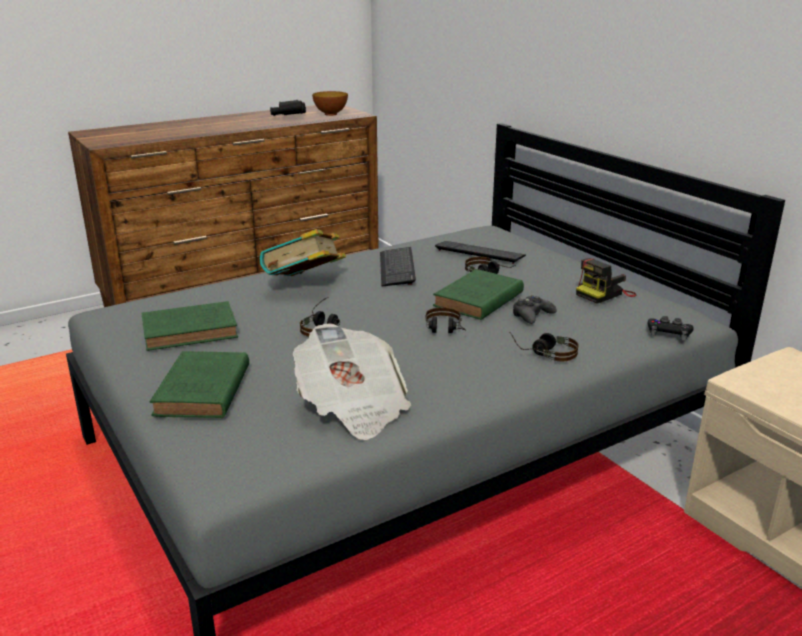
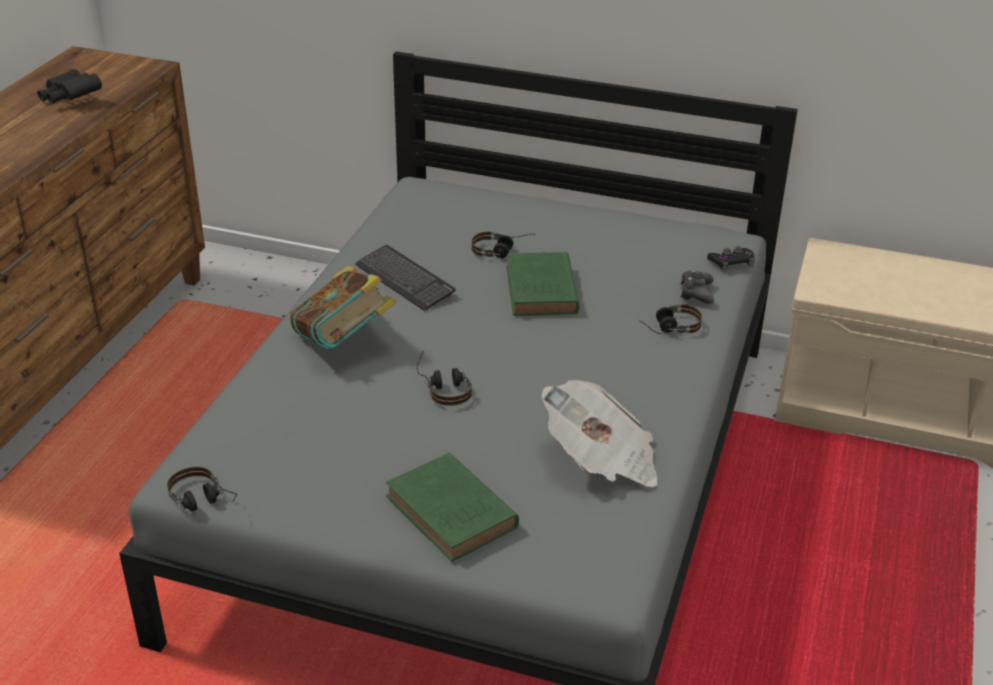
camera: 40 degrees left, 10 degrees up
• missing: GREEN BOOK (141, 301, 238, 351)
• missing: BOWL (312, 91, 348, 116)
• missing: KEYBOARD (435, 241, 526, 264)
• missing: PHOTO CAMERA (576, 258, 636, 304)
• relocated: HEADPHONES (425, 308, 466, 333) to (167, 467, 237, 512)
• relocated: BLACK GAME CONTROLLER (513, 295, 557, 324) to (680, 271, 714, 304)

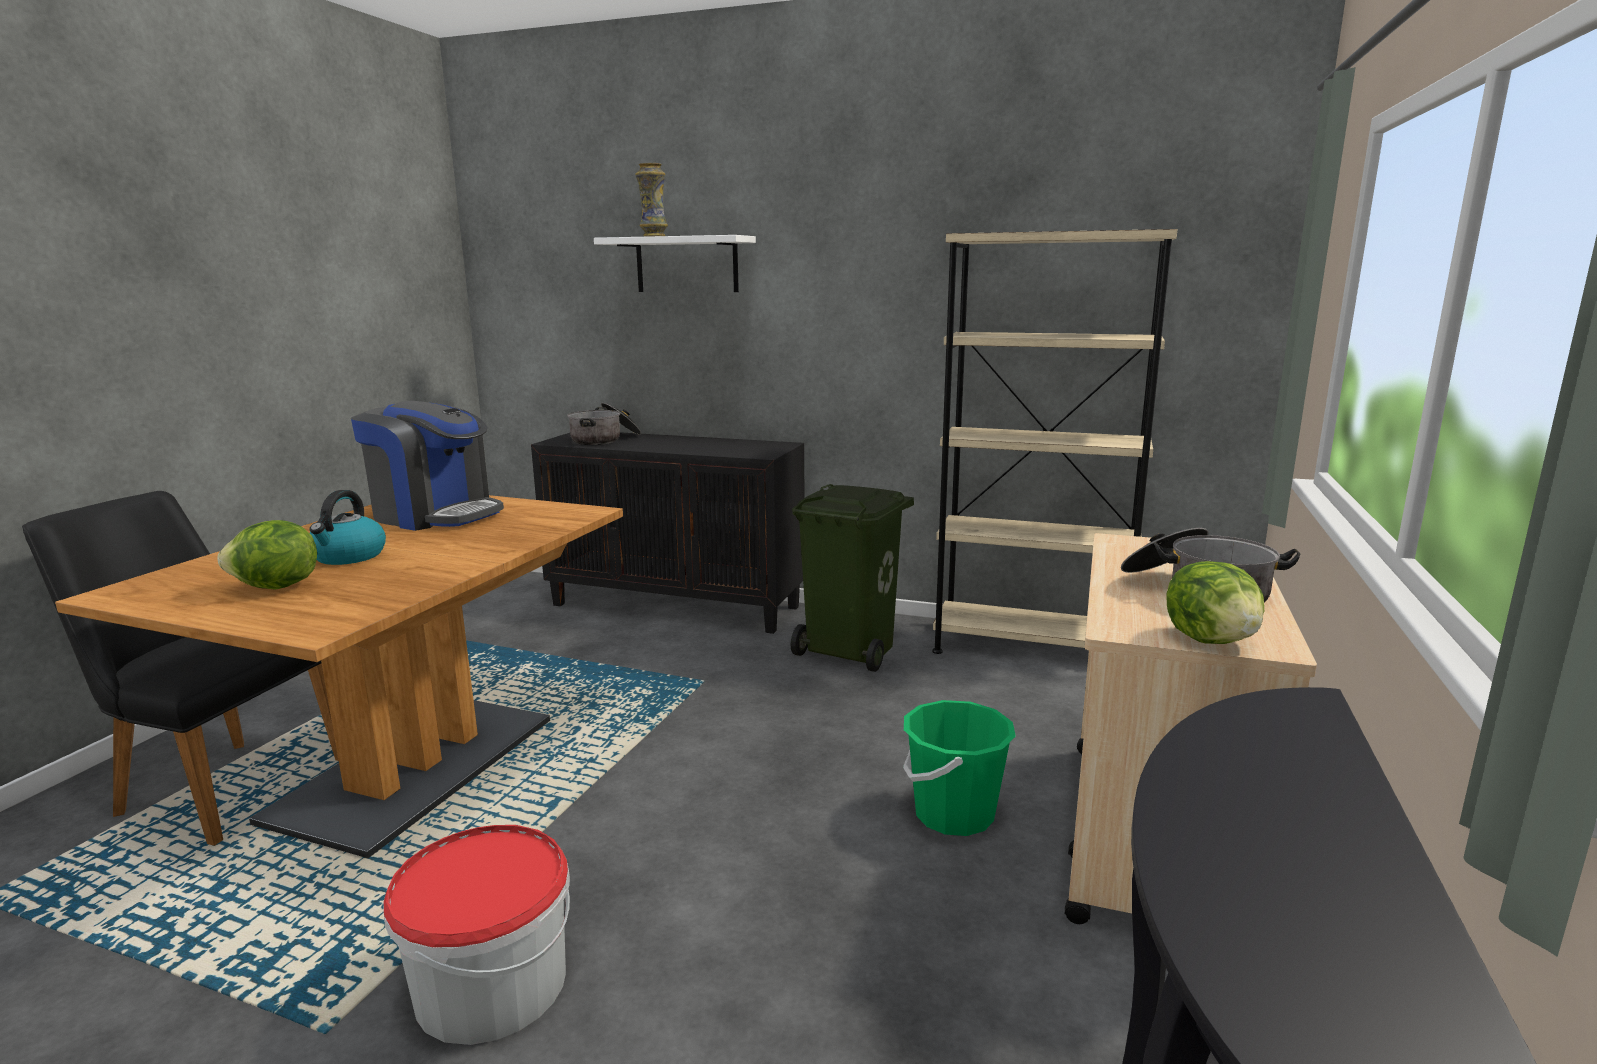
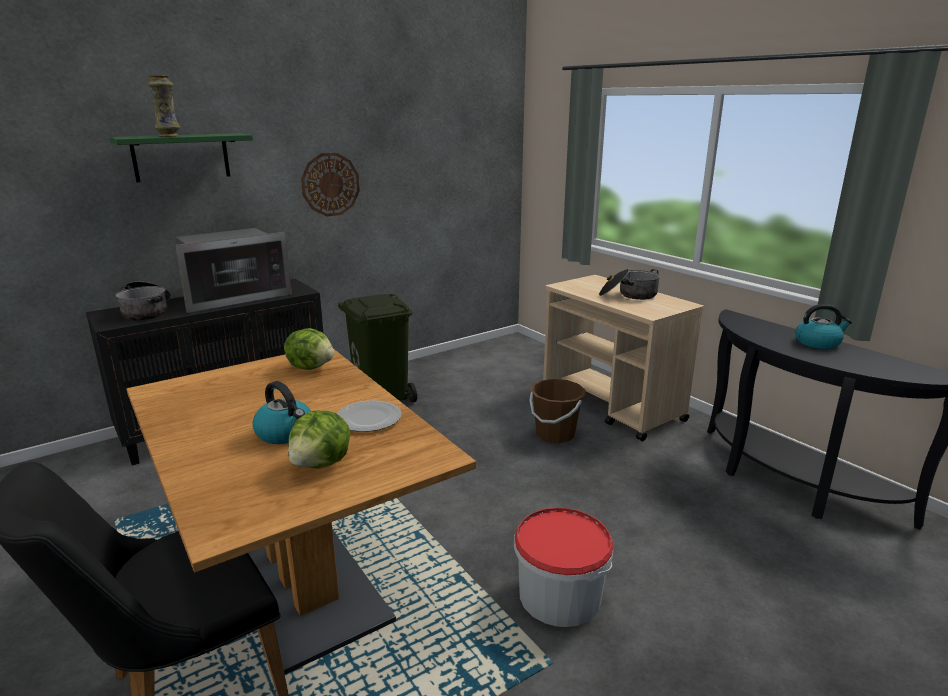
camera: 55 degrees left, 5 degrees up
• missing: COFFEE MACHINE (351, 401, 504, 531)
• missing: BEIGE BOOKCASE (932, 229, 1178, 654)
• appeared: MICROWAVE (175, 228, 292, 313)
• appeared: WALL CLOCK (301, 153, 360, 217)
• appeared: PLATE (336, 400, 401, 432)
• appeared: KETTLE (796, 304, 852, 349)
• relocated: LETTUCE (1166, 561, 1264, 644) to (284, 328, 334, 370)
• colour: WHITE SHELF (594, 235, 756, 292) to GREEN SHELF (109, 133, 253, 182)
• colour: GREEN BUCKET (903, 700, 1016, 836) to BROWN BUCKET (530, 379, 585, 443)

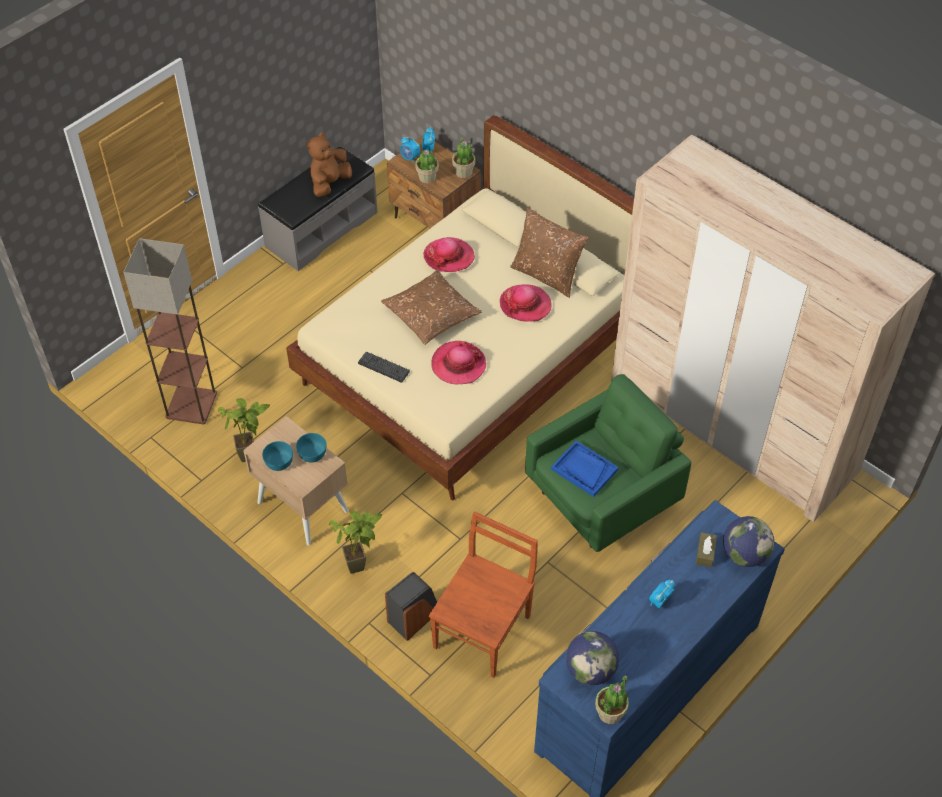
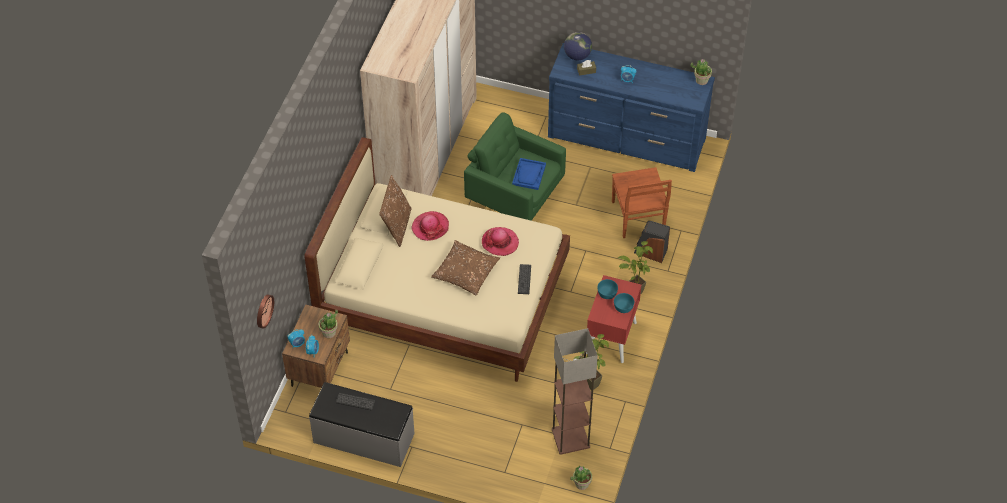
camera: 115 degrees left, 0 degrees up
• missing: HAT (423, 237, 475, 272)
• missing: GLOBE (566, 631, 619, 685)
• appeared: WALL CLOCK (257, 294, 274, 329)
• relocated: POTTED PLANT (452, 138, 475, 178) to (570, 466, 592, 490)
• exchanged: BROWN PLUSH TOY (306, 132, 352, 197) to KEYBOARD (336, 393, 375, 410)
• colour: BEIGE NIGHTSTAND (243, 416, 349, 546) to RED NIGHTSTAND (586, 275, 642, 363)
• spun: BROWN CHAIR (429, 512, 538, 678) = (612, 167, 672, 238) 105 degrees counterclockwise

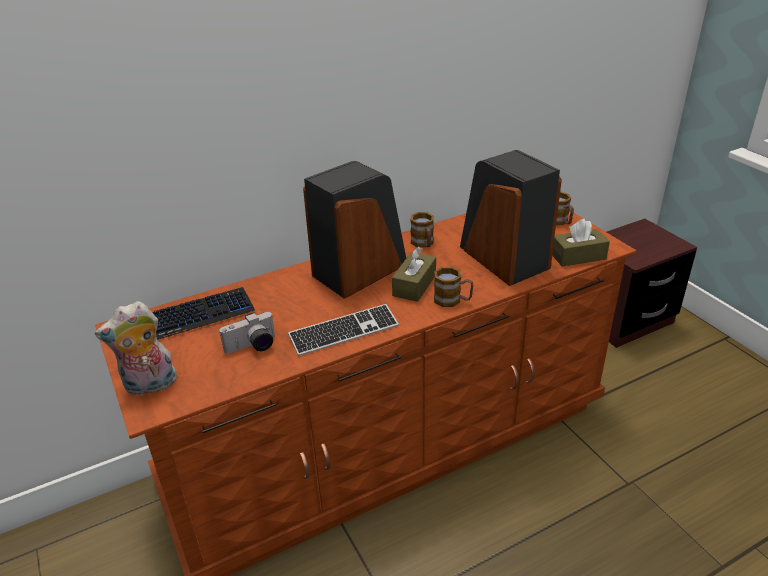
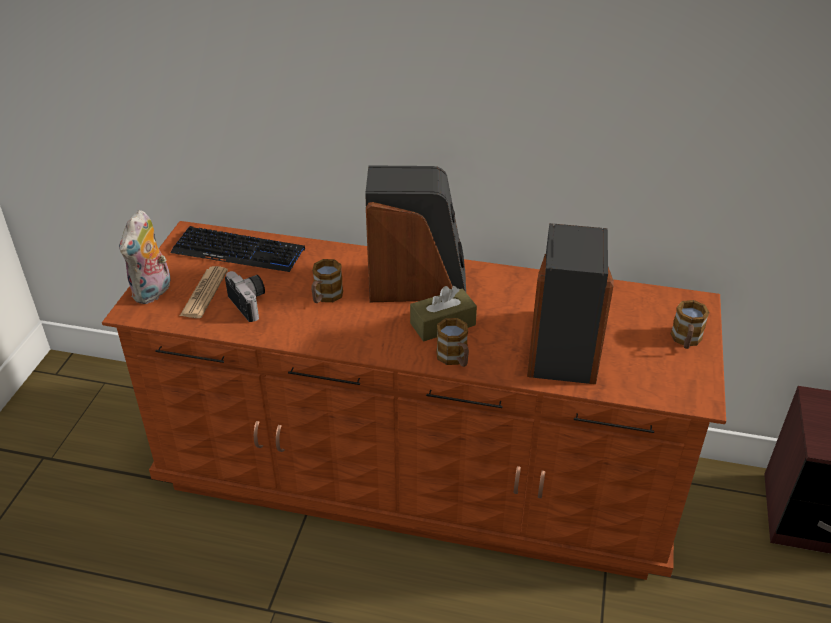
camera: 40 degrees right, 5 degrees up
• missing: KEYBOARD (288, 304, 399, 356)
• missing: BROWN TISSUE BOX (552, 219, 610, 267)
• appeared: NEWSPAPER (180, 266, 228, 318)
• relocated: MUG (410, 212, 434, 247) to (311, 259, 343, 303)
• spun: PLUSH TOY (95, 301, 177, 396) = (119, 210, 171, 304) 90 degrees counterclockwise
• spun: PHOTO CAMERA (219, 312, 275, 354) = (225, 271, 265, 322) 135 degrees counterclockwise

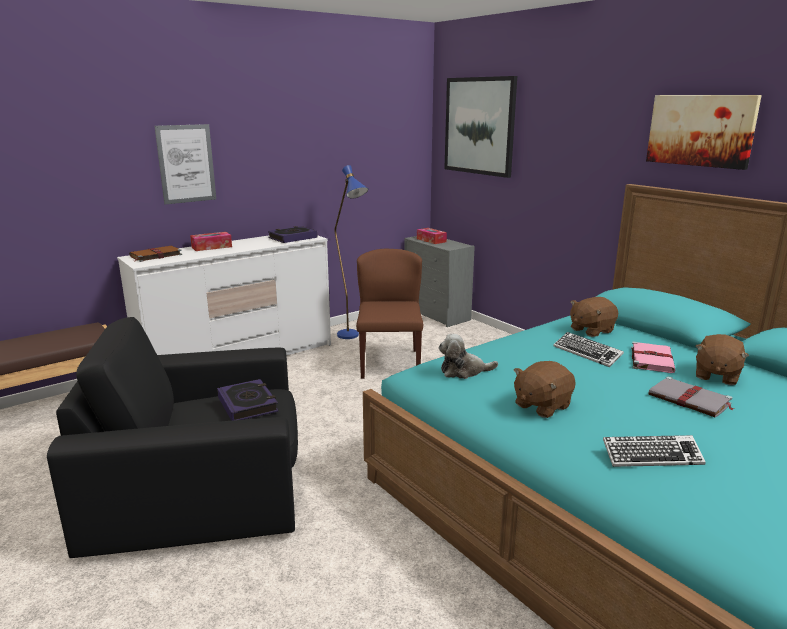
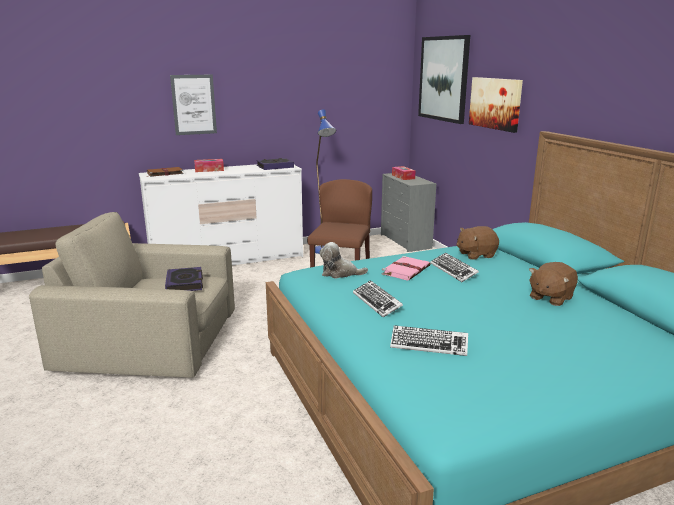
camera: 15 degrees right, 0 degrees up
• missing: GREY BOOK (649, 376, 734, 417)
• relocated: PINK BOOK (631, 341, 676, 373) to (382, 256, 430, 280)
• relocated: PICTURE (646, 95, 762, 170) to (469, 77, 523, 133)
• exchanged: BROWN PLUSH TOY (514, 361, 576, 418) to KEYBOARD (353, 280, 403, 318)
• colour: BLACK ARMCHAIR (47, 317, 298, 558) to BEIGE ARMCHAIR (29, 212, 235, 378)

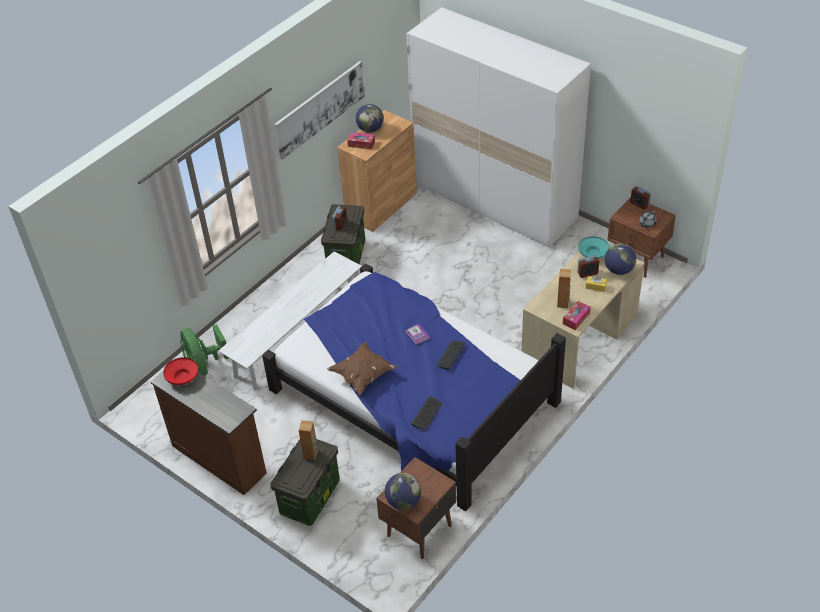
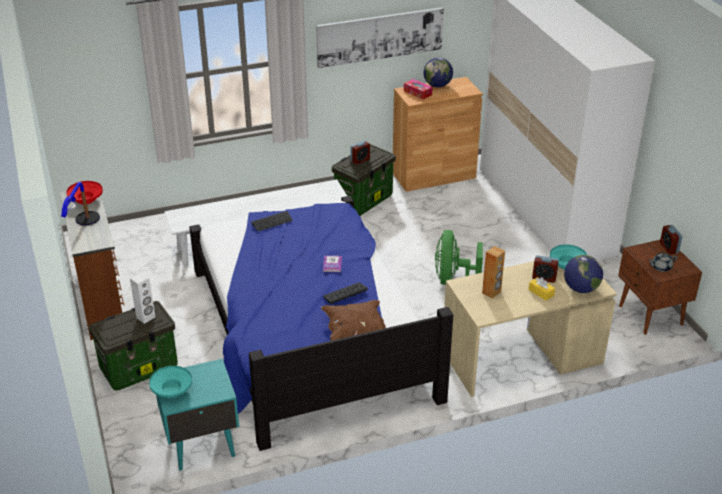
camera: 30 degrees right, 10 degrees down
• missing: TISSUE BOX (563, 301, 591, 330)
• appeared: TABLE LAMP (61, 182, 100, 226)
• relocated: GREEN FAN (180, 324, 228, 376) to (435, 230, 483, 285)
• relocated: BROWN PILLOW (327, 342, 397, 395) to (321, 300, 386, 341)
• relocated: KEYBOARD (411, 396, 443, 431) to (251, 211, 293, 231)
• exchanged: GLOBE (385, 473, 421, 510) to TURQUOISE BOWL (149, 366, 192, 397)
• colour: BROWN SPEAKER (299, 420, 318, 460) to WHITE SPEAKER (130, 273, 155, 324)
• colour: BROWN NIGHTSTAND (376, 457, 456, 559) to TURQUOISE NIGHTSTAND (156, 359, 239, 471)

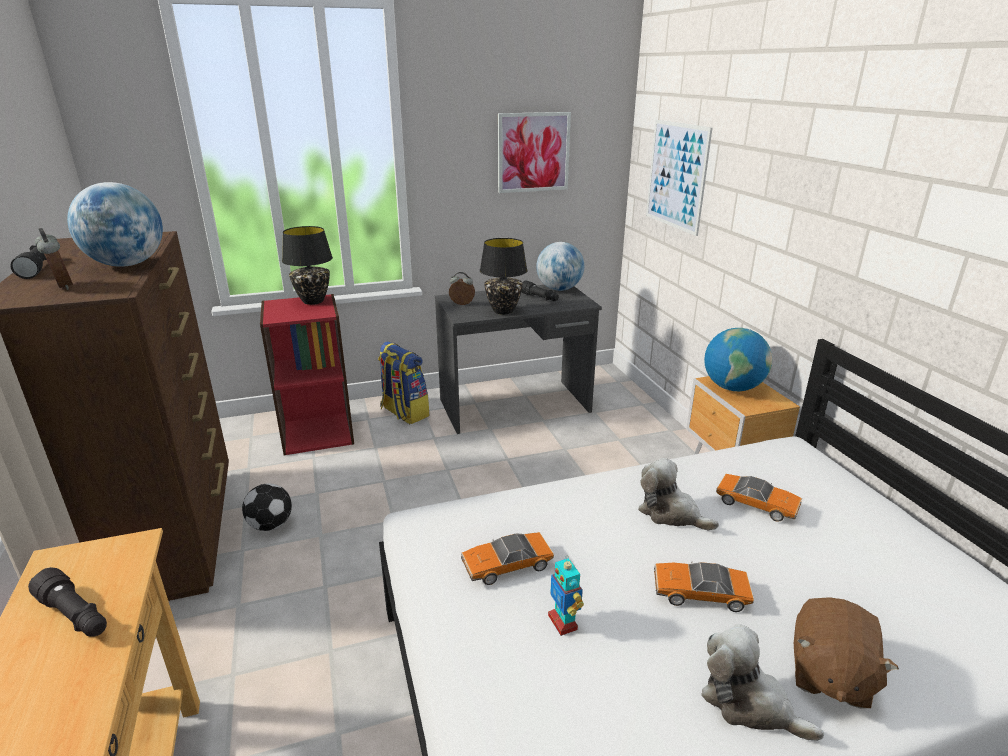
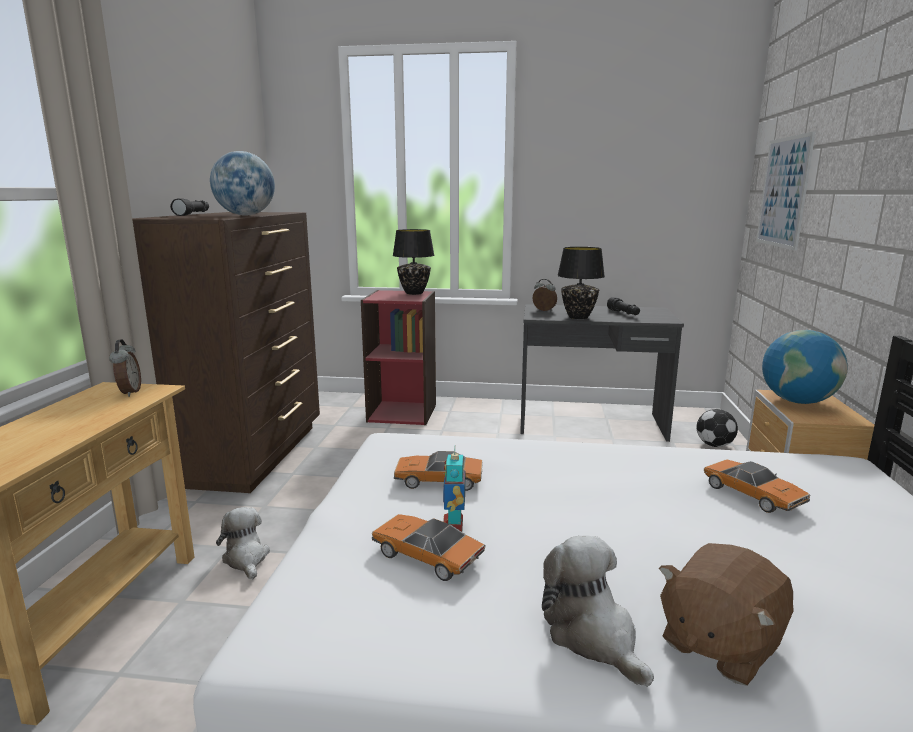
camera: 25 degrees right, 10 degrees down
• missing: BLACK FLASHLIGHT (28, 567, 107, 637)
• missing: BACKPACK (378, 341, 430, 424)
• missing: PICTURE (498, 112, 571, 193)
• missing: GLOBE (536, 242, 584, 291)
• relocated: ALARM CLOCK (35, 228, 73, 290) to (109, 339, 141, 397)
• relocated: FOOTBALL (242, 483, 292, 531) to (697, 409, 738, 447)
• relocated: PLUSH TOY (638, 458, 719, 530) to (216, 507, 270, 579)
• relocated: TOY CAR (654, 562, 754, 612) to (372, 514, 486, 581)

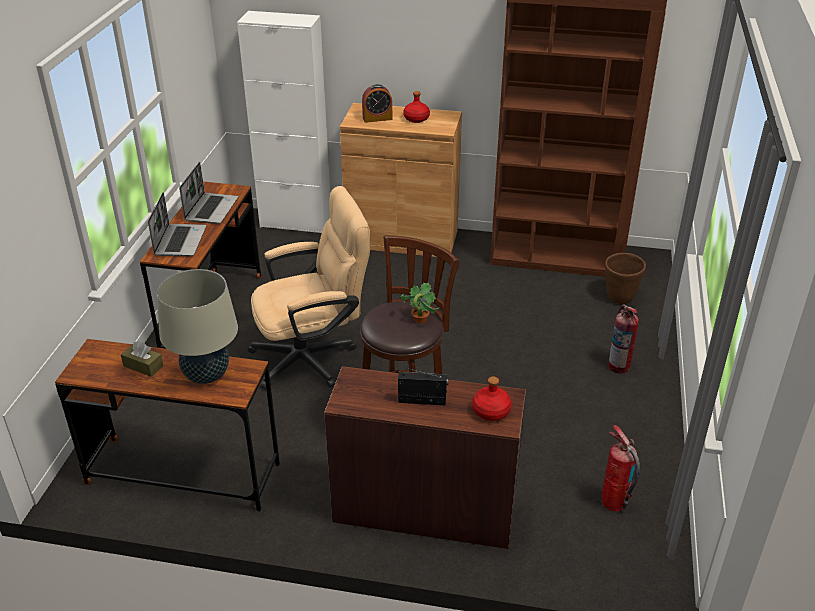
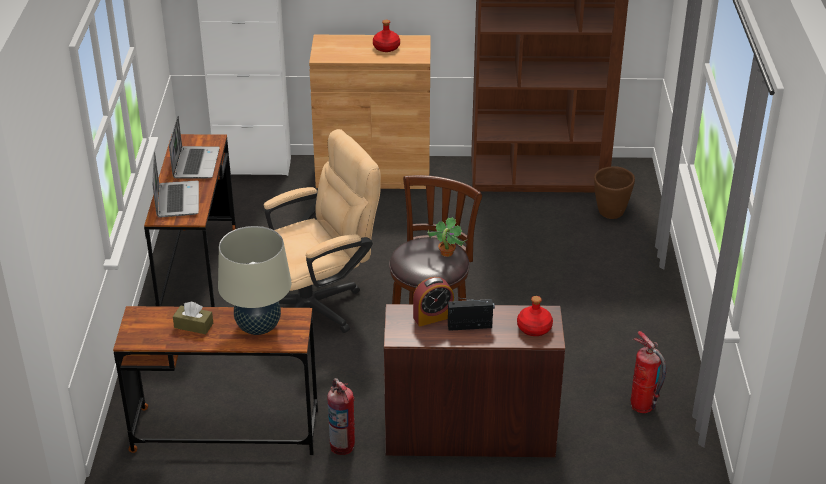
camera: 10 degrees left, 0 degrees up
• relocated: ALARM CLOCK (362, 84, 392, 123) to (413, 277, 454, 326)
• relocated: FIRE EXTINGUISHER (608, 304, 639, 374) to (328, 378, 355, 455)

